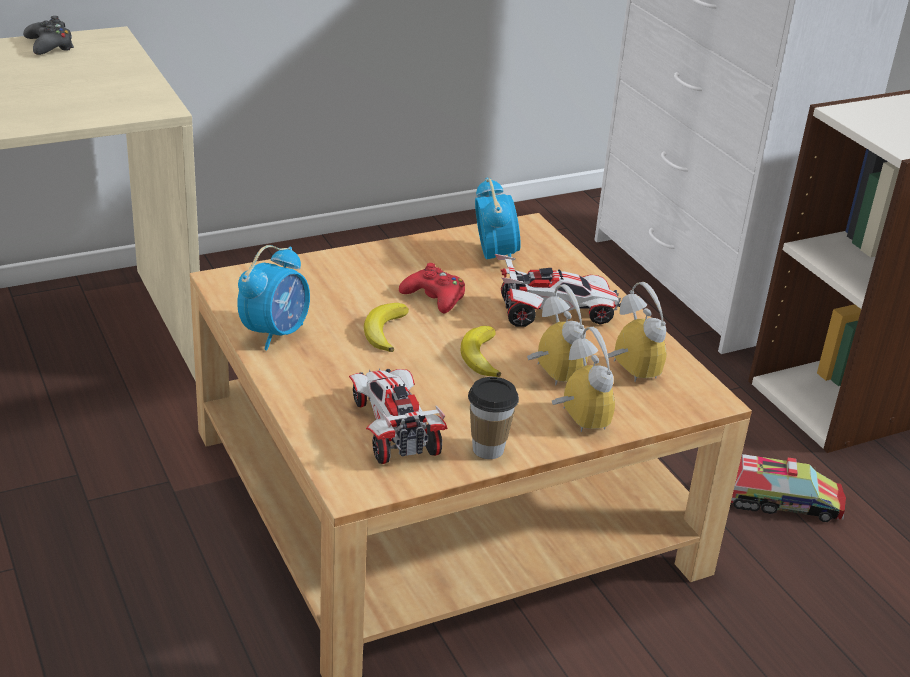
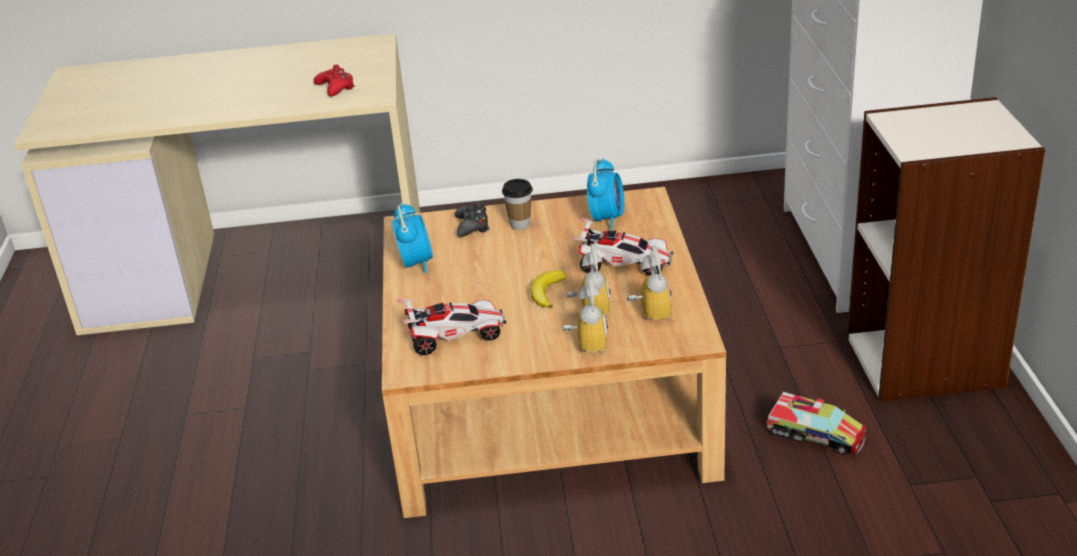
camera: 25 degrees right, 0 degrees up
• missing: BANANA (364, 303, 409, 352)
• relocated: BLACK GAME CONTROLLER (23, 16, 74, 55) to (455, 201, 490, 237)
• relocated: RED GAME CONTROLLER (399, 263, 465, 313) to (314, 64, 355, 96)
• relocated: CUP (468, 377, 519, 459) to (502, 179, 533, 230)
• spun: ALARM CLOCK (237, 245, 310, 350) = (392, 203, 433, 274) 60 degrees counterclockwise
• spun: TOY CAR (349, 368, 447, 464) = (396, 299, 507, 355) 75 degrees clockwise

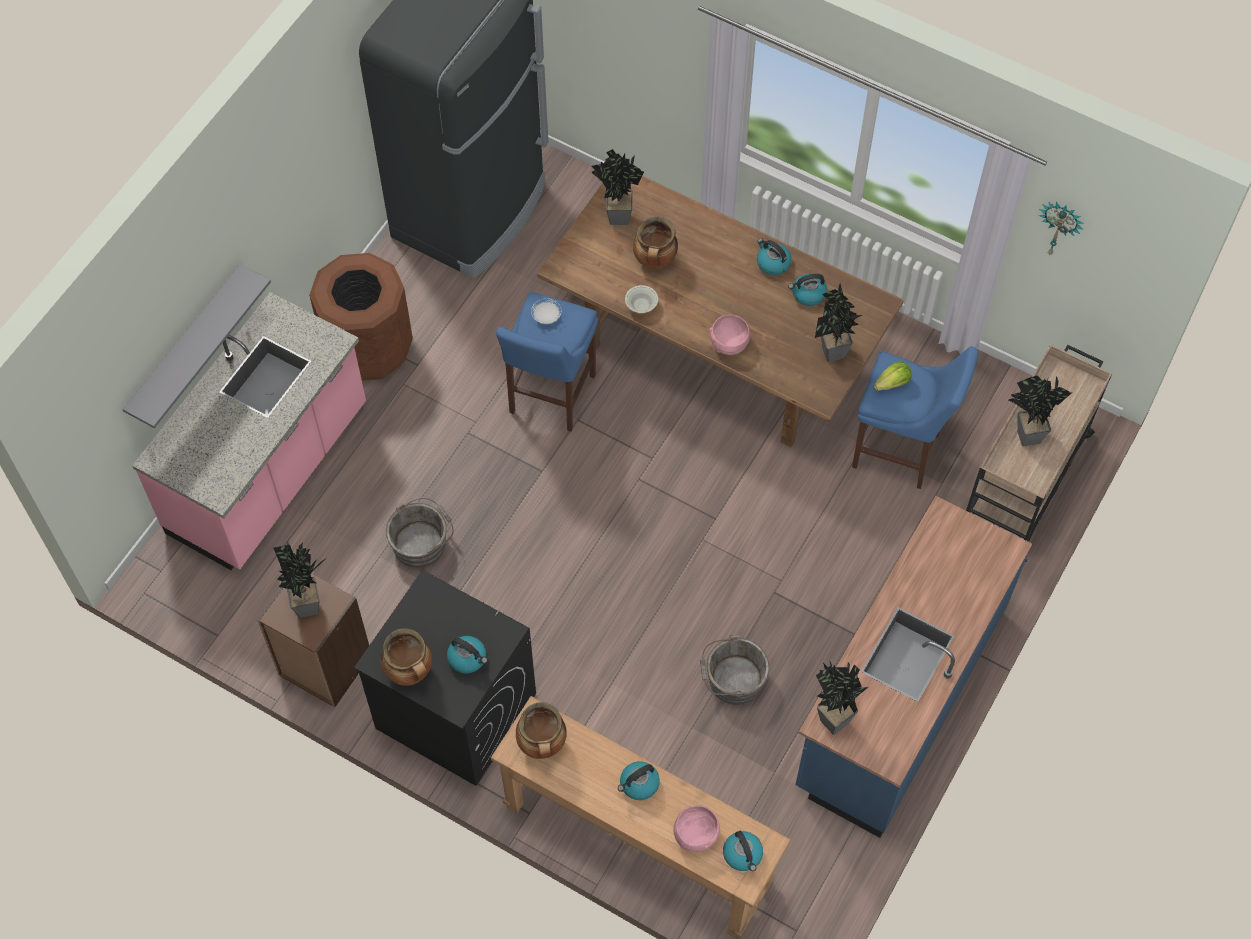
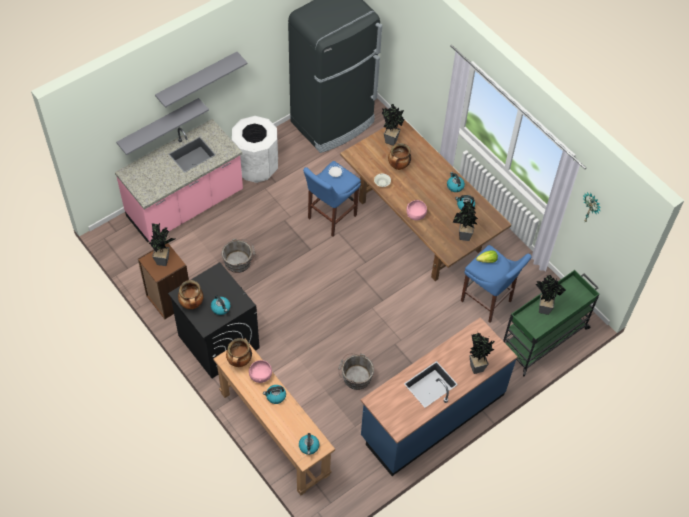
camera: 20 degrees right, 5 degrees down
• appeared: GREY SHELF (155, 52, 248, 108)
• relocated: PINK BOWL (674, 805, 720, 852) to (249, 360, 272, 383)
• relocated: POTTED PLANT (816, 660, 868, 735) to (469, 333, 495, 374)
• colour: BROWN TRASH CAN (309, 253, 413, 381) to WHITE TRASH CAN (232, 116, 278, 183)
• colour: BEIGE CART (966, 344, 1112, 562) to GREEN CART (503, 270, 600, 377)

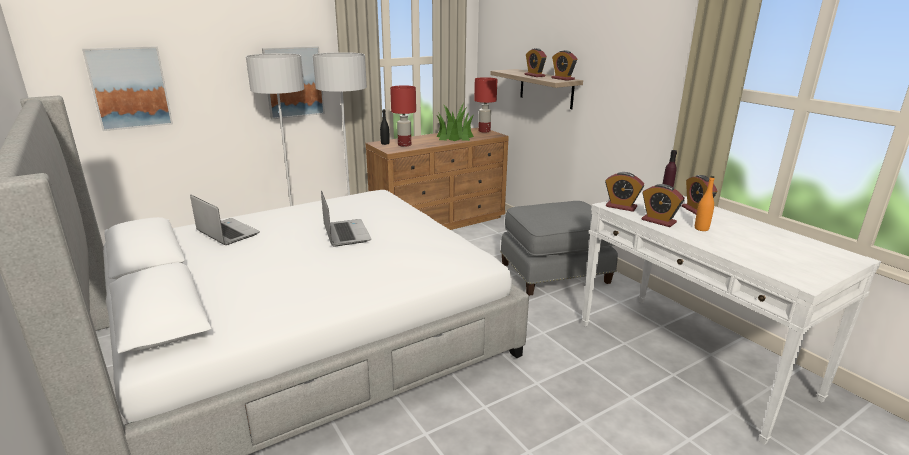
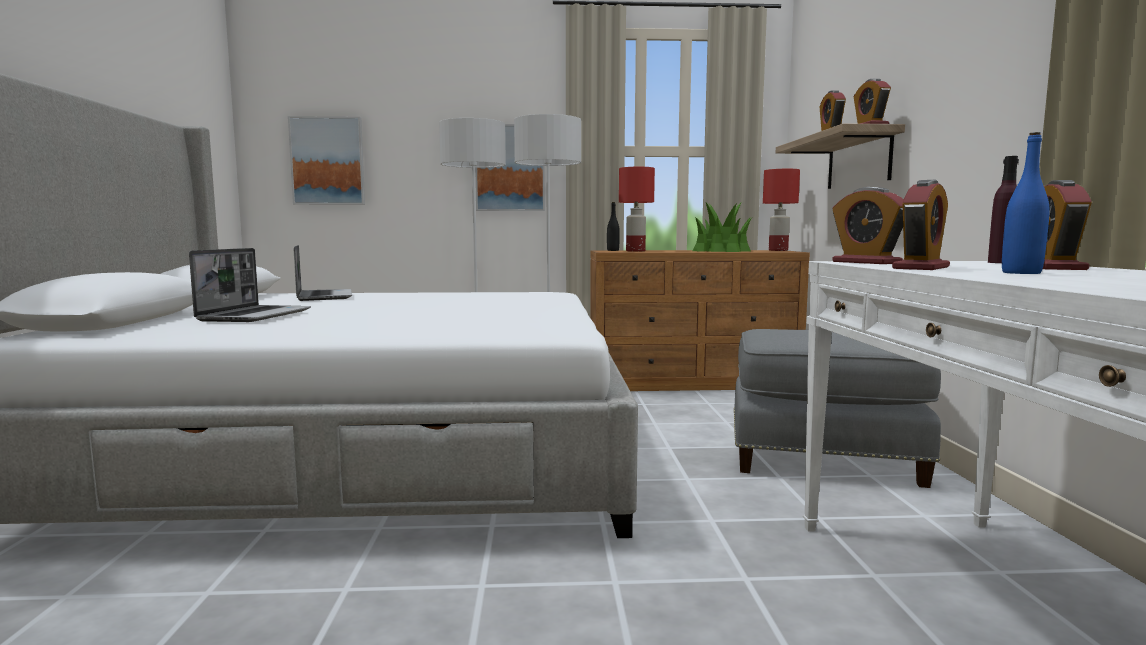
camera: 30 degrees right, 15 degrees down
• relocated: LAPTOP (321, 190, 371, 247) to (189, 248, 311, 322)
• colour: ORANGE BOTTLE (695, 176, 715, 231) to BLUE BOTTLE (1002, 132, 1049, 274)
• spun: ALARM CLOCK (642, 184, 684, 227) = (892, 179, 950, 270) 120 degrees counterclockwise

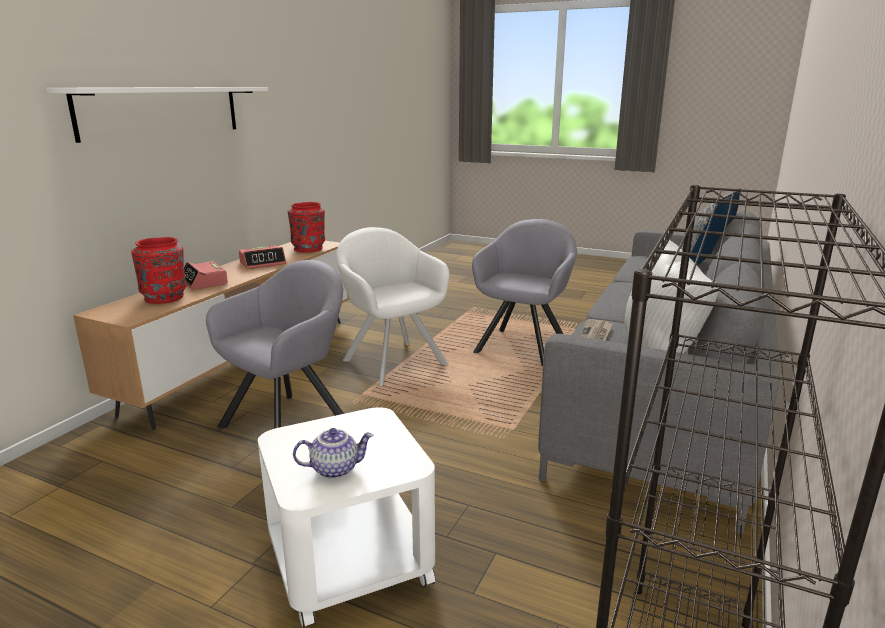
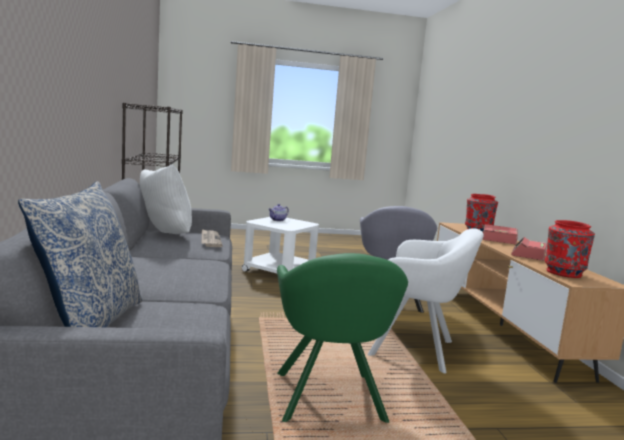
camera: 145 degrees right, 10 degrees down
• missing: WHITE SHELF (46, 87, 268, 143)
• colour: GREY ARMCHAIR (472, 219, 577, 366) to GREEN ARMCHAIR (277, 253, 408, 423)

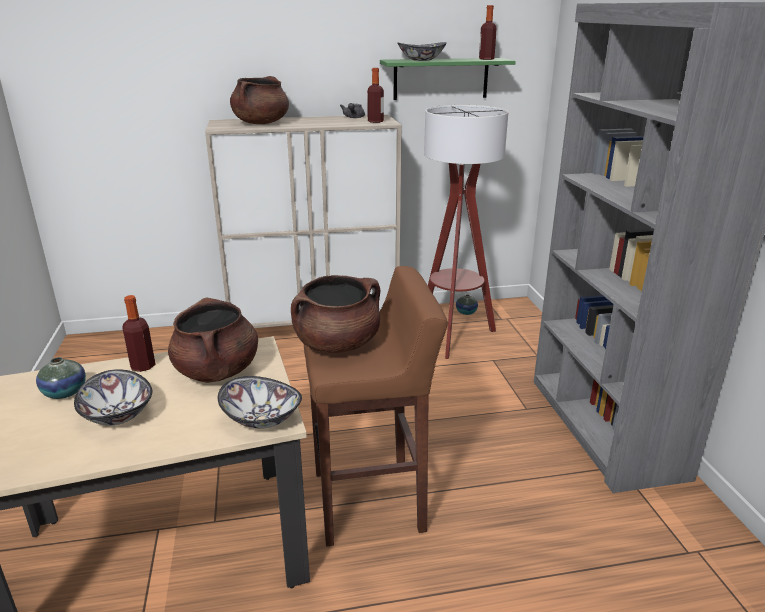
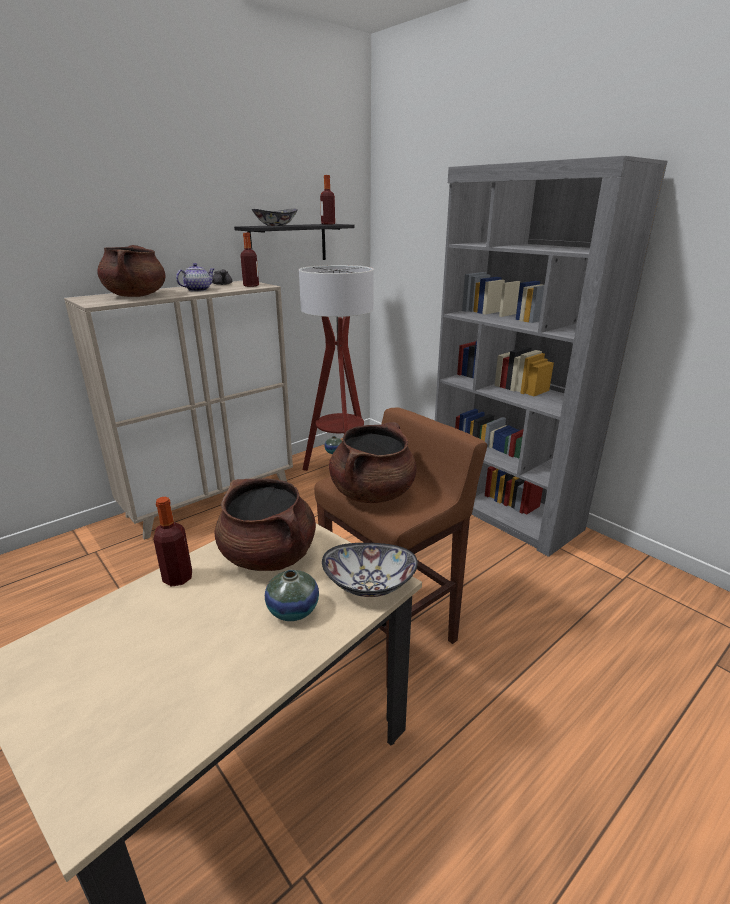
camera: 30 degrees left, 0 degrees up
• missing: BOWL (74, 369, 152, 425)
• appeared: TEAPOT (176, 263, 214, 292)
• relocated: VASE (36, 357, 86, 399) to (265, 570, 319, 621)
• colour: GREEN SHELF (380, 58, 516, 100) to BLACK SHELF (234, 224, 354, 260)

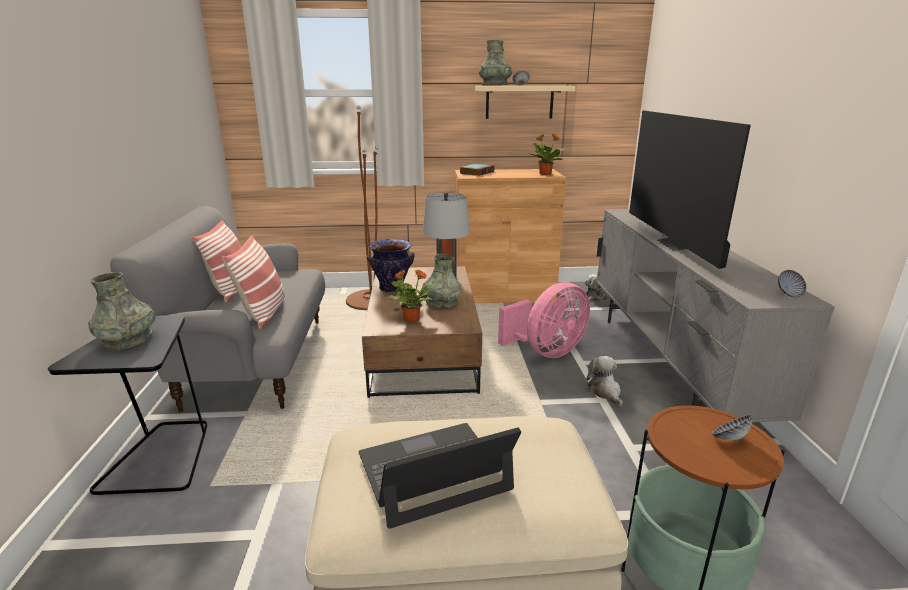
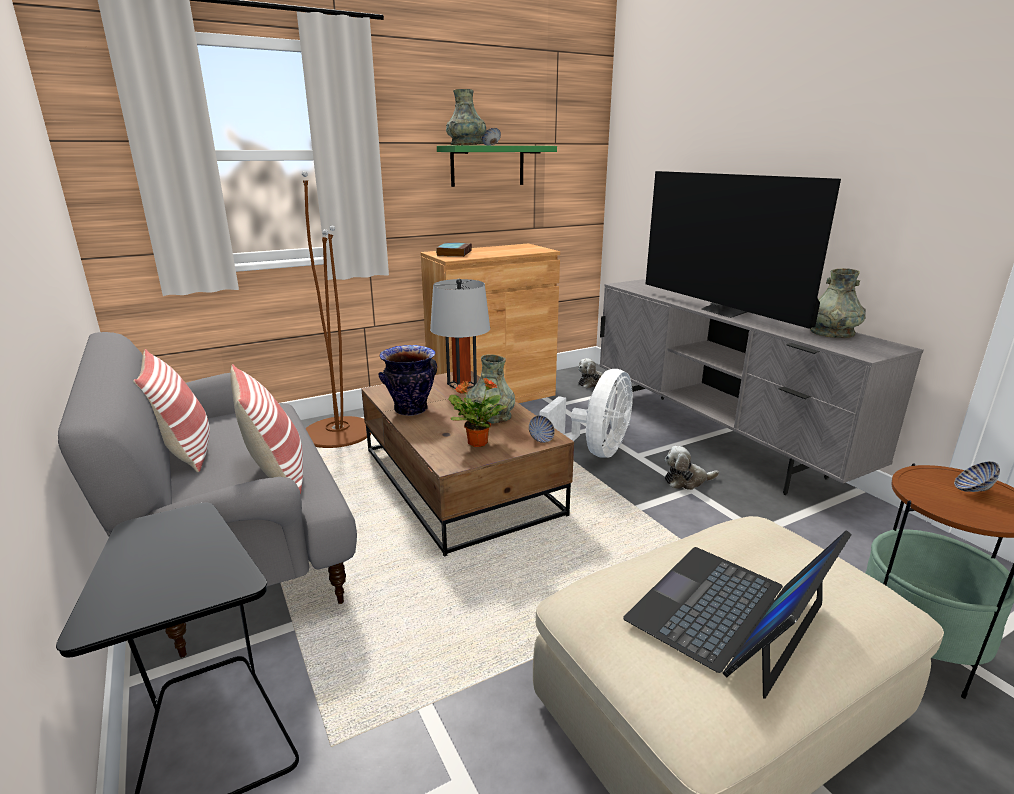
camera: 25 degrees left, 0 degrees up
• missing: POTTED PLANT (530, 133, 565, 175)
• relocated: GREY VASE (88, 272, 155, 351) to (810, 268, 866, 338)
• relocated: BOWL (778, 270, 807, 297) to (529, 415, 554, 443)
• colour: BEIGE SHELF (475, 86, 575, 119) to GREEN SHELF (437, 145, 557, 187)
• colour: PINK FAN (498, 282, 590, 358) to WHITE FAN (540, 369, 633, 458)
• spun: PLUSH TOY (586, 356, 623, 407) = (665, 446, 719, 490) 60 degrees counterclockwise

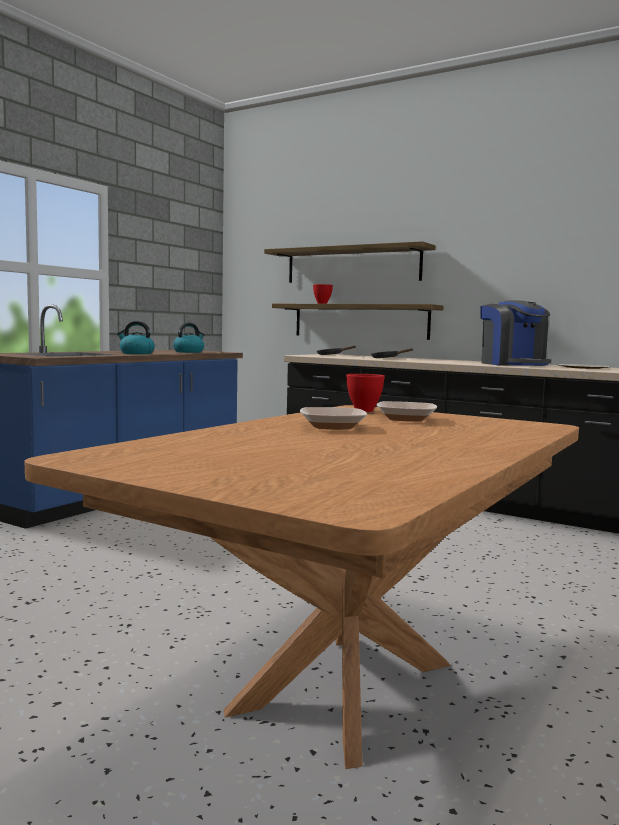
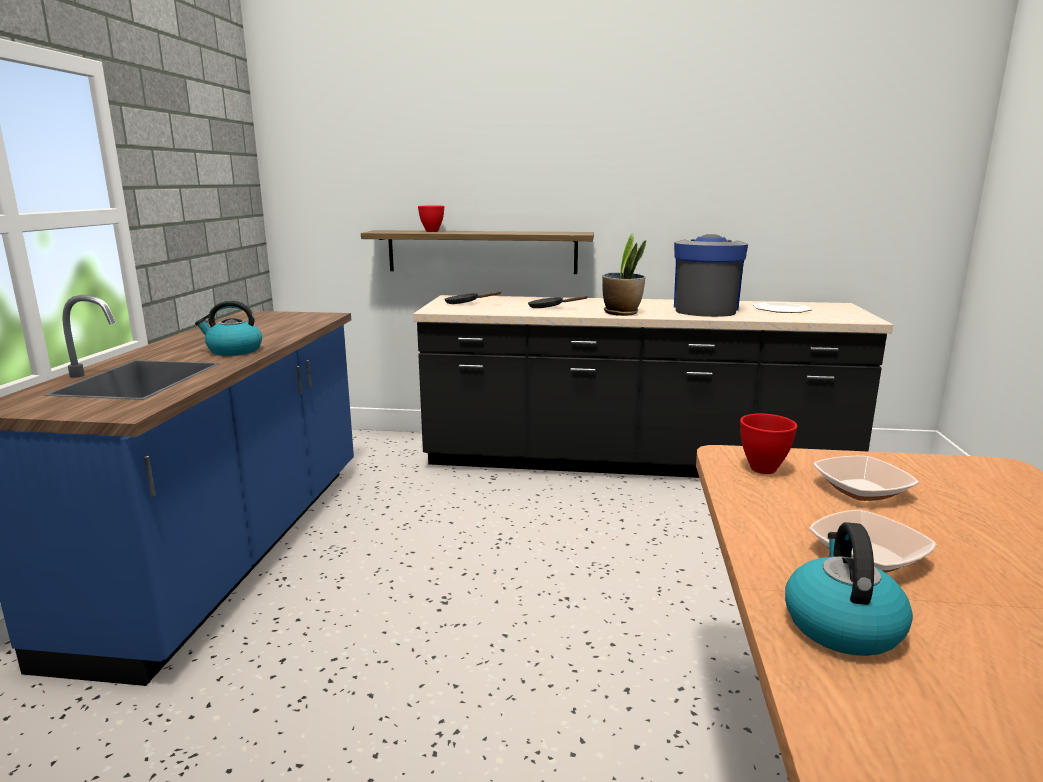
camera: 25 degrees left, 10 degrees up
• missing: SHELF (264, 241, 435, 283)
• appeared: POTTED PLANT (602, 232, 646, 316)
• relocated: KETTLE (173, 323, 204, 353) to (785, 522, 913, 656)
• spun: COFFEE MACHINE (480, 300, 551, 366) = (674, 234, 748, 317) 120 degrees counterclockwise

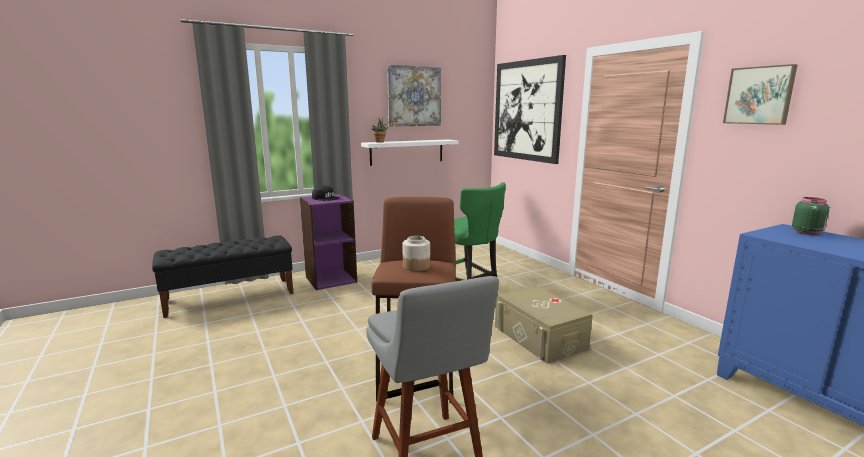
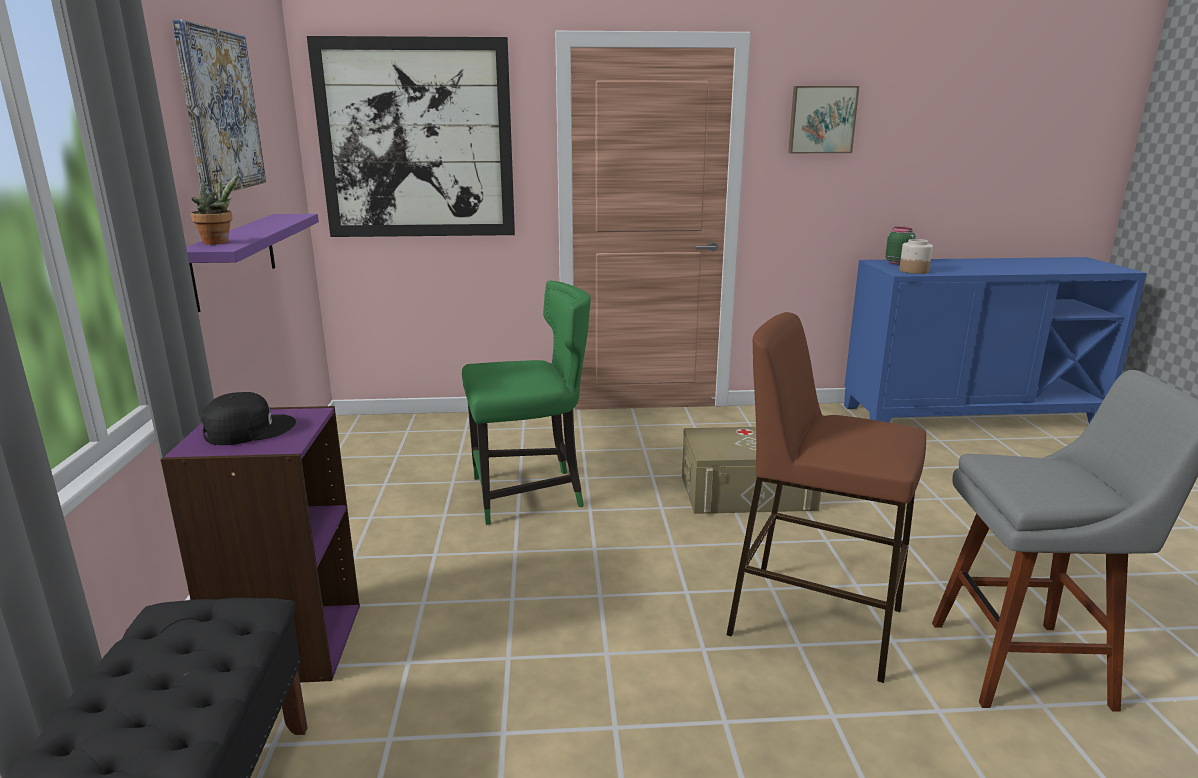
camera: 65 degrees left, 5 degrees up
• relocated: JAR (402, 236, 430, 271) to (899, 239, 933, 274)
• colour: WHITE SHELF (361, 139, 459, 166) to PURPLE SHELF (186, 214, 319, 313)

